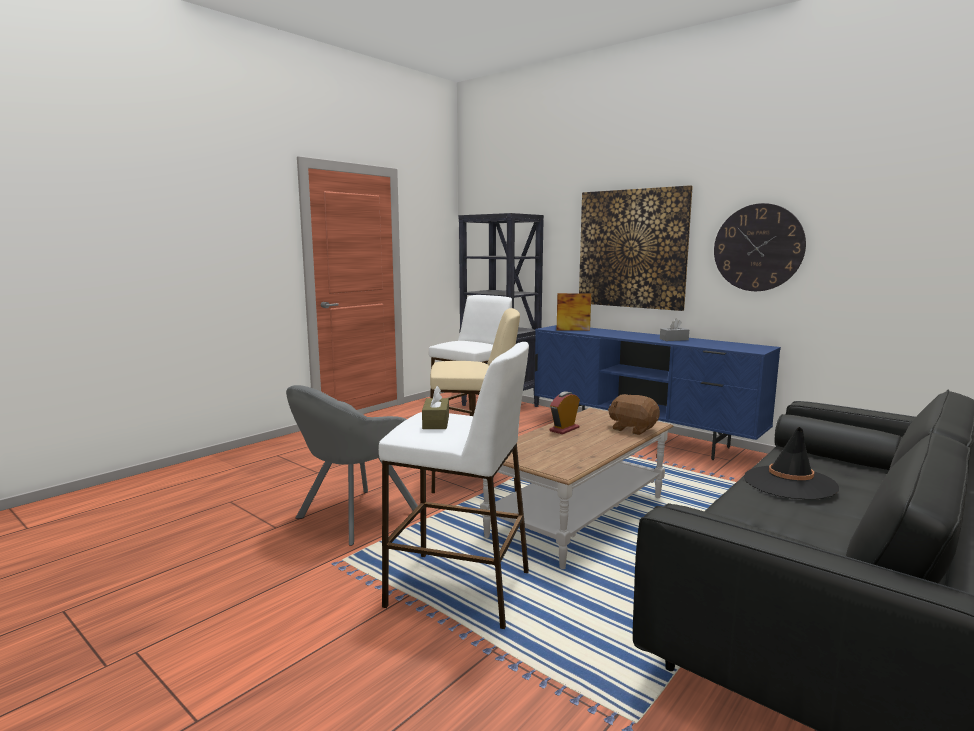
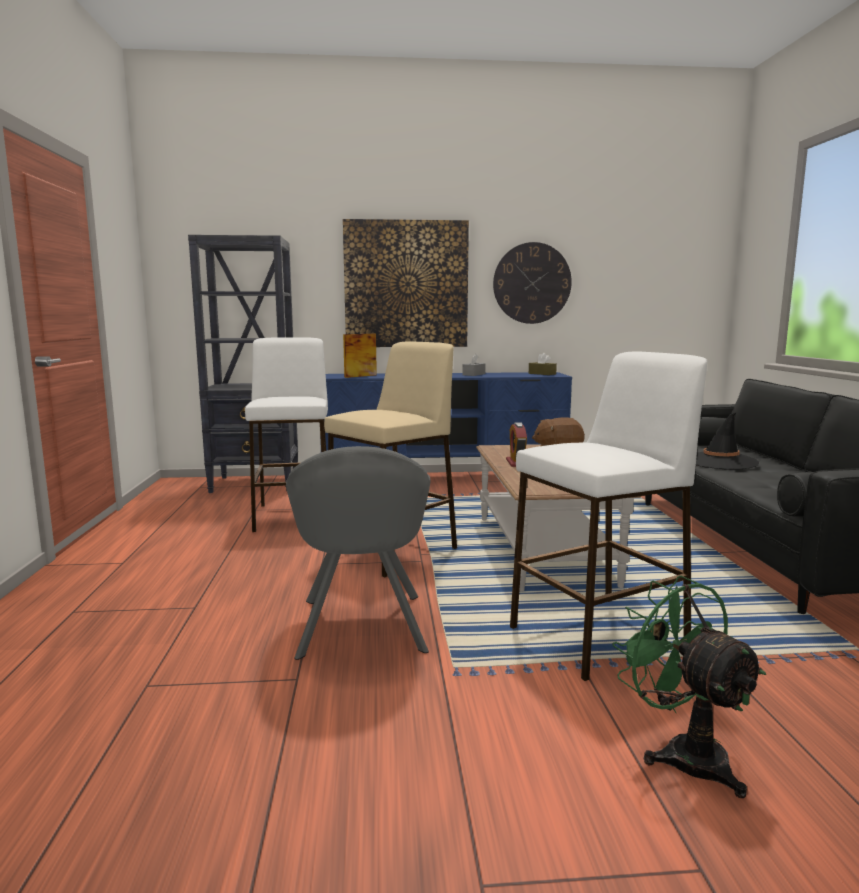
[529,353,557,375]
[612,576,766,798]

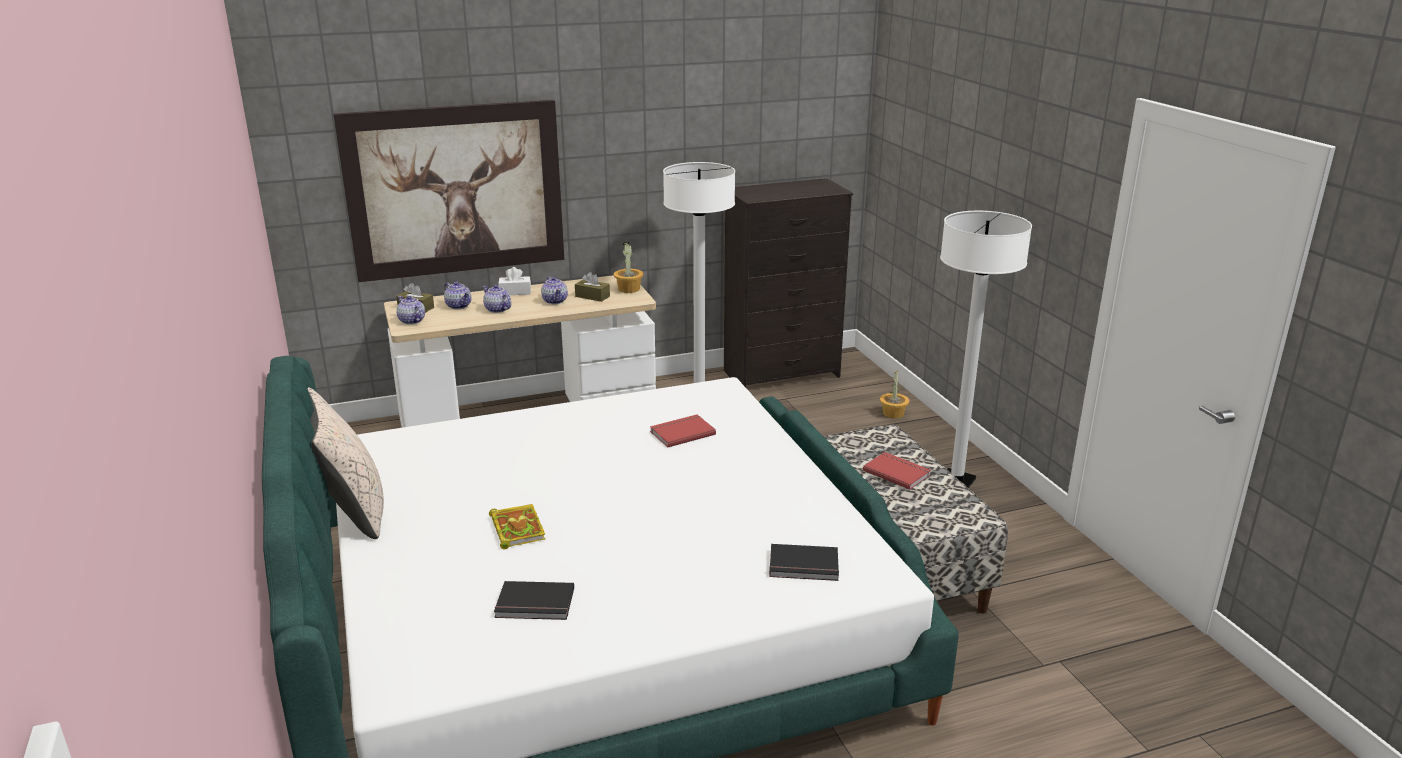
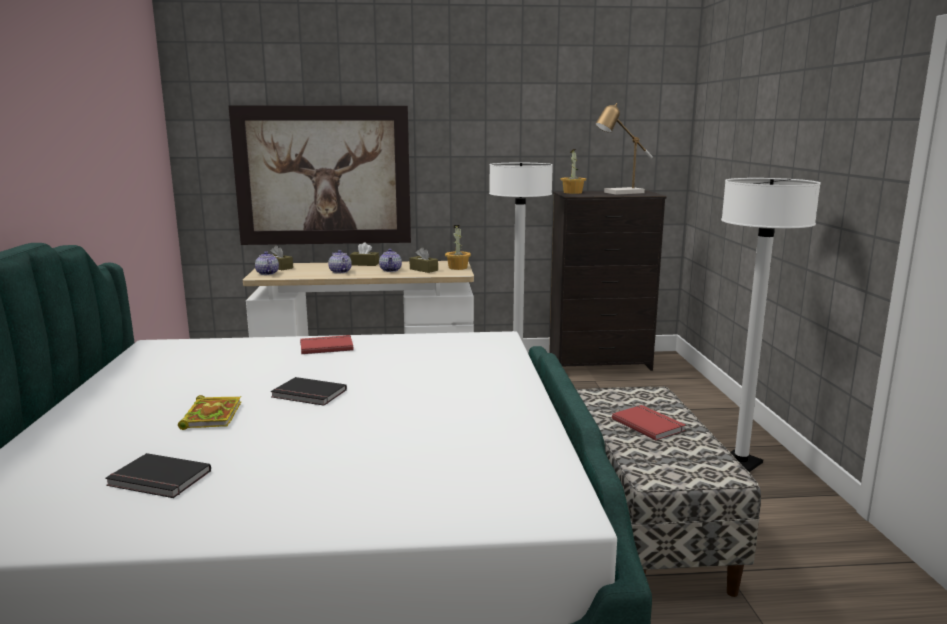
[350,242,379,266]
[444,282,471,309] (first image)
[561,149,586,194]
[307,387,384,539] (first image)
[300,335,354,354]
[271,377,347,406]
[595,103,653,195]

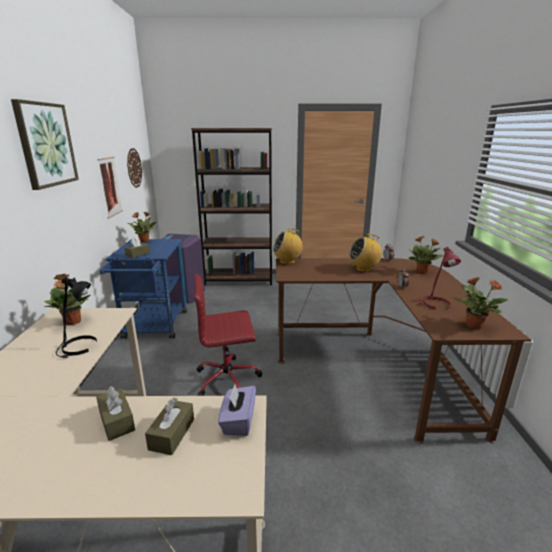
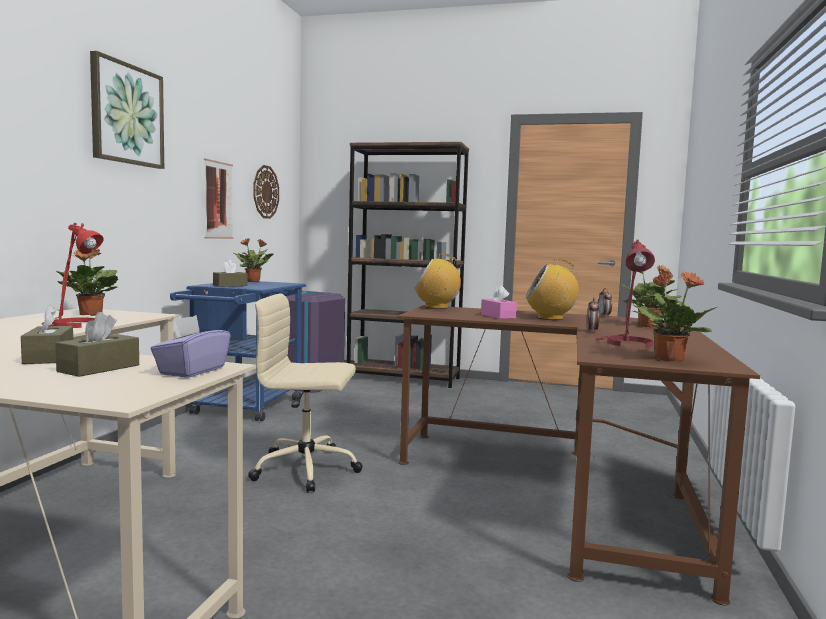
[248,293,363,493]
[41,223,103,328]
[481,285,517,319]

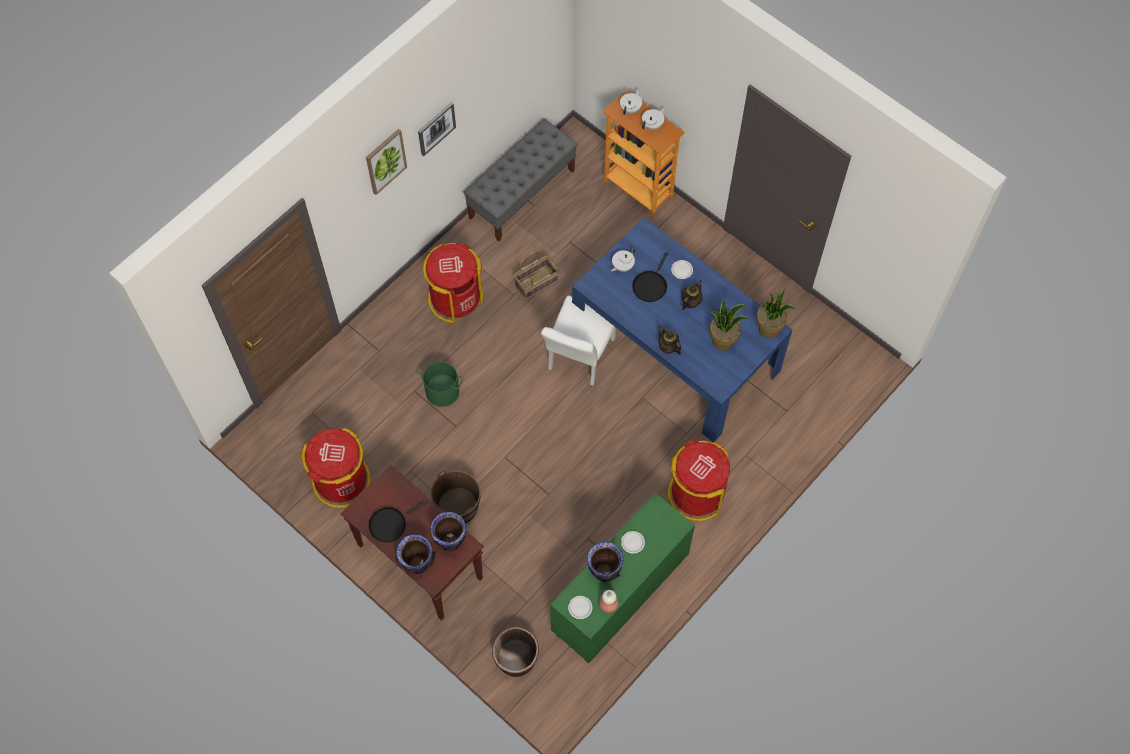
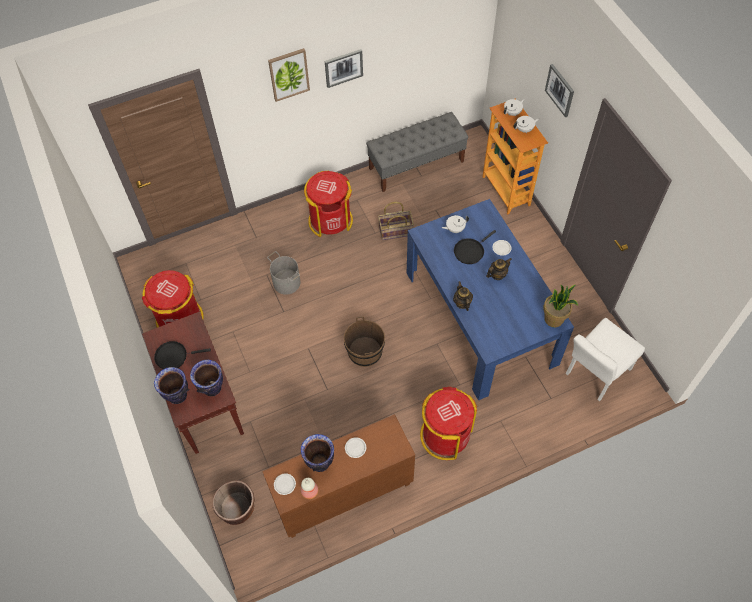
[566,318,645,401]
[710,301,748,351] (first image)
[267,251,301,295]
[344,316,385,367]
[262,414,415,538]
[545,64,574,117]

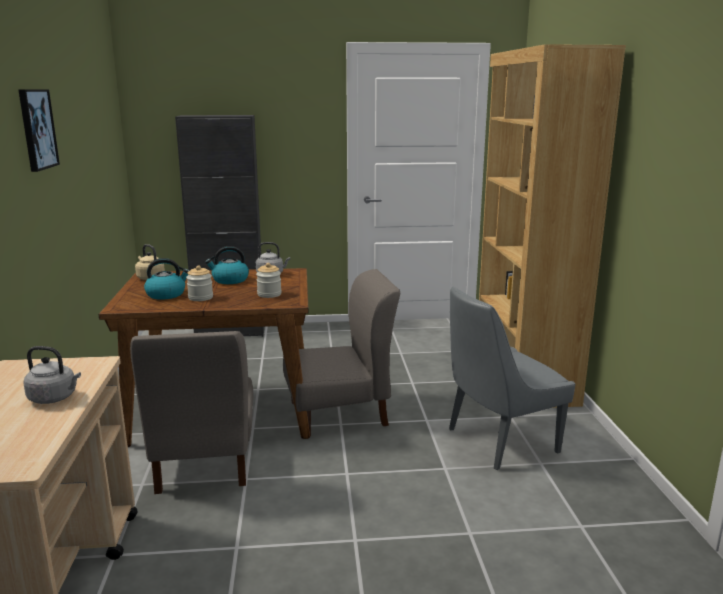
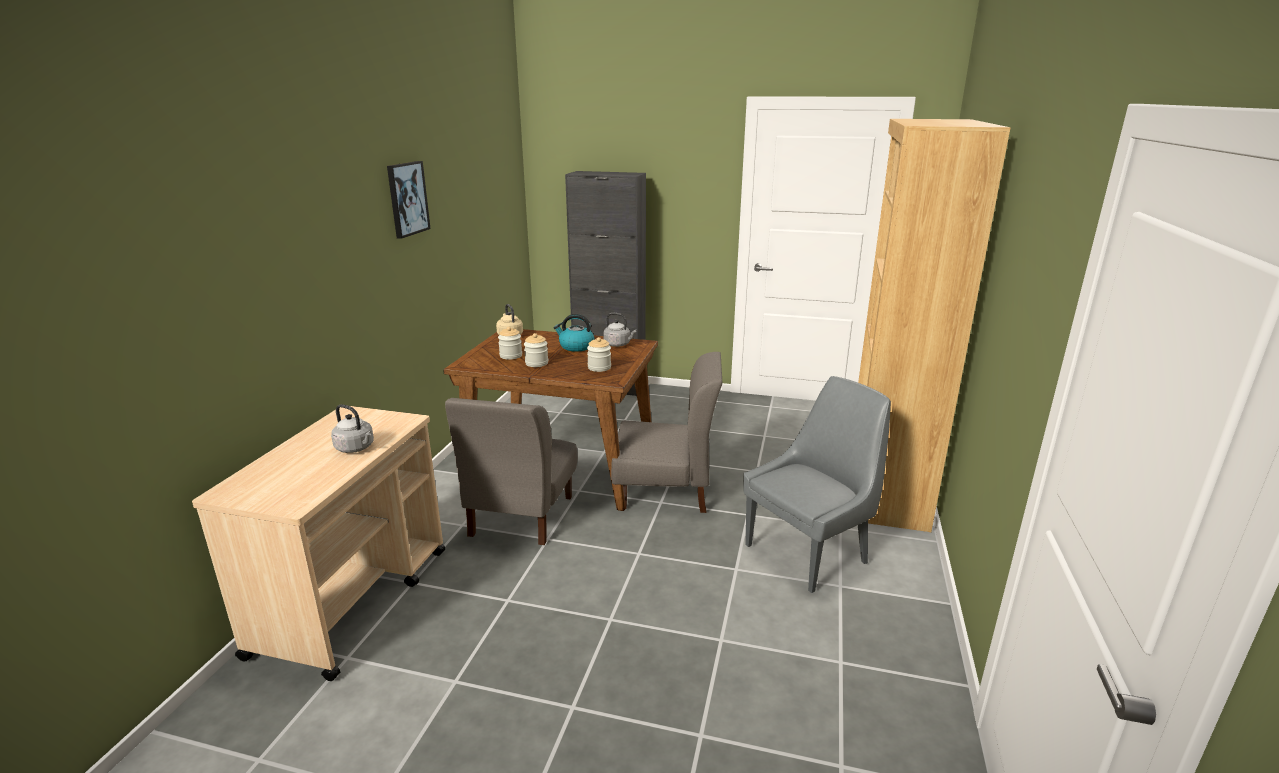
[498,327,522,360]
[743,376,891,593]

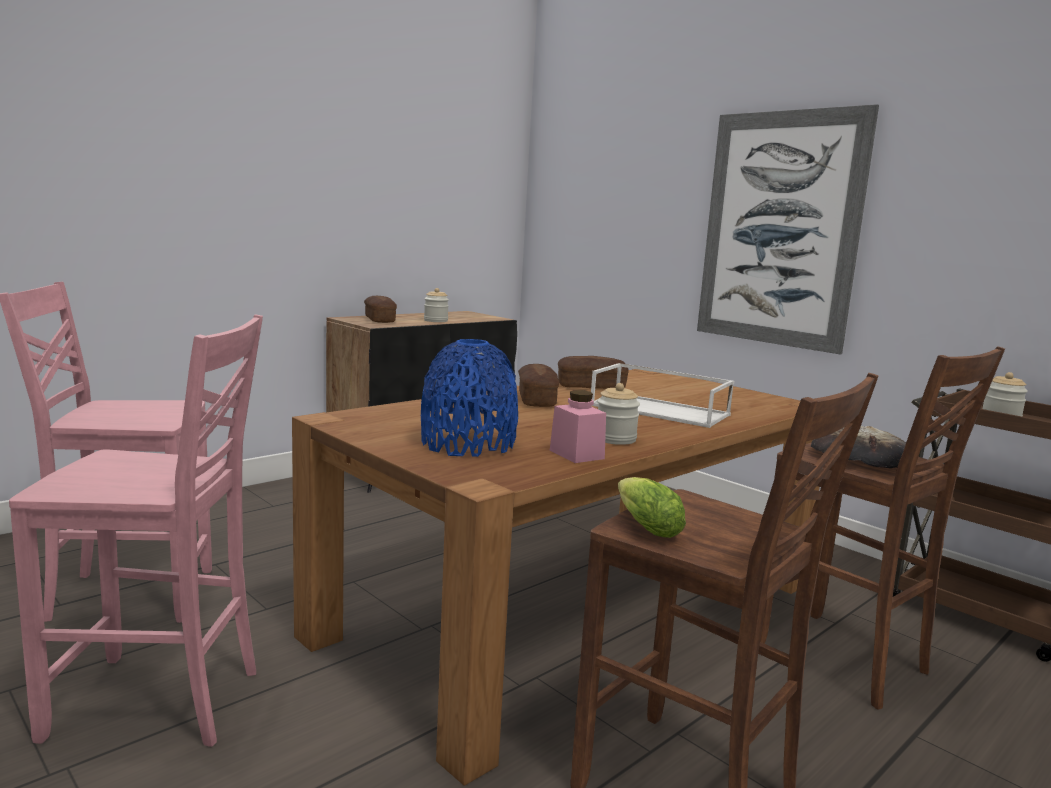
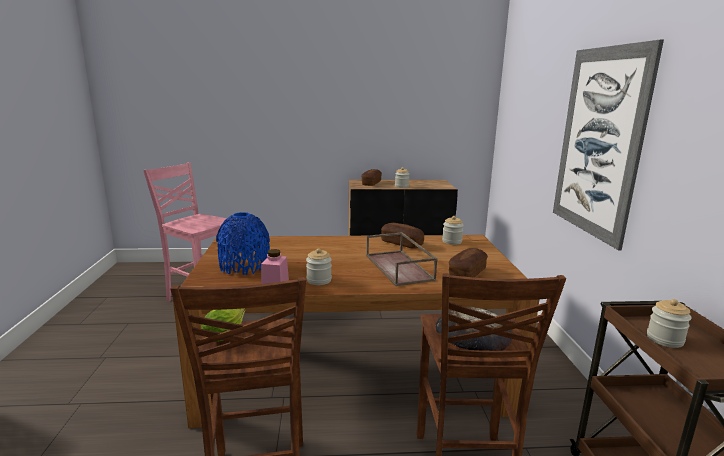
[9,314,263,747] (first image)
[366,232,438,286]
[449,248,488,277]
[442,216,464,245]

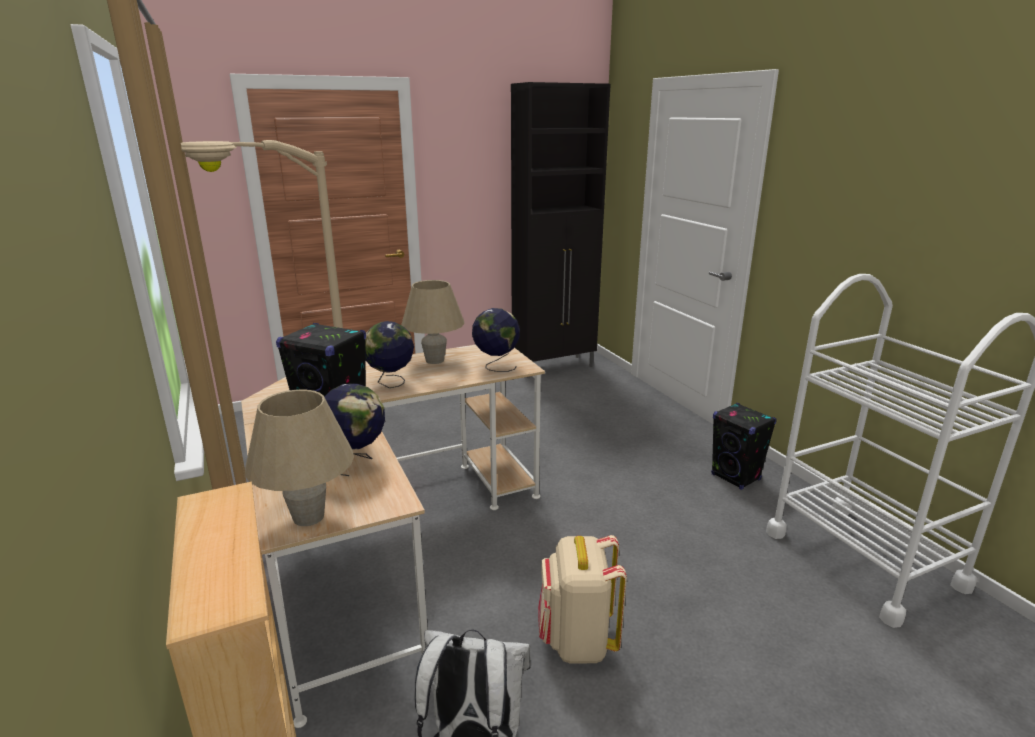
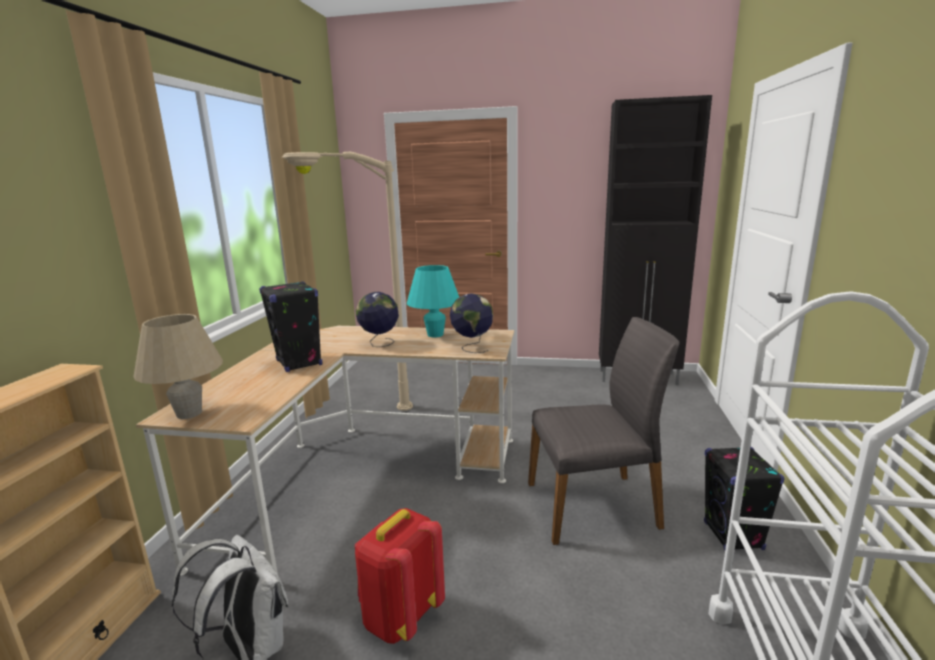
[407,265,459,337]
[325,383,385,476] (first image)
[355,508,445,644]
[528,317,679,545]

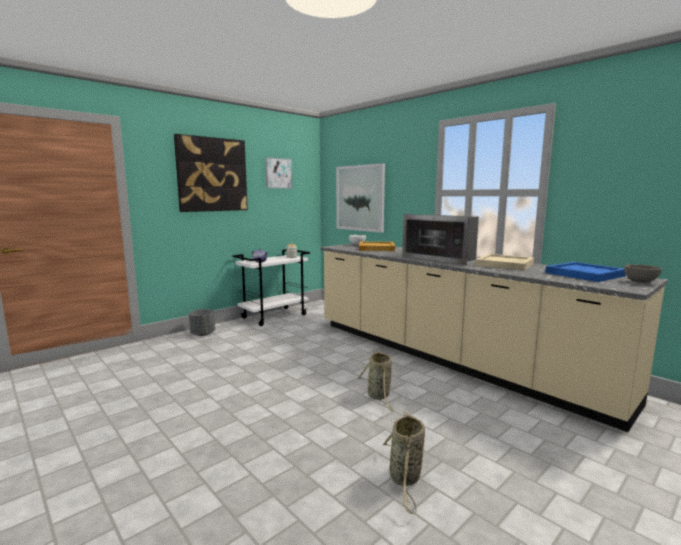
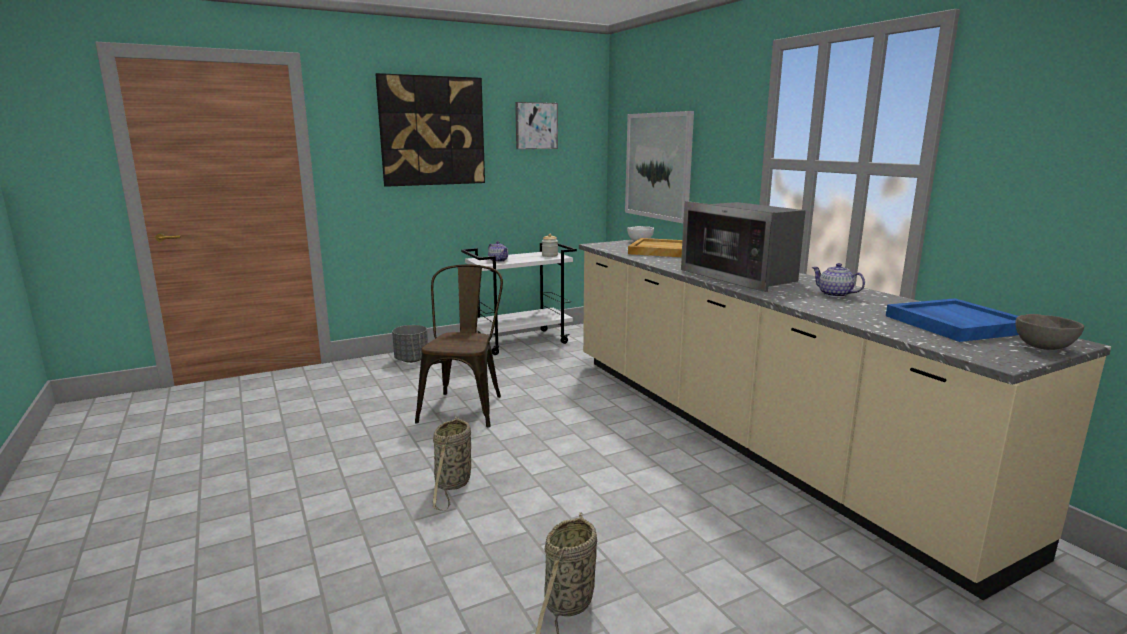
[812,263,865,297]
[433,416,471,511]
[415,264,503,428]

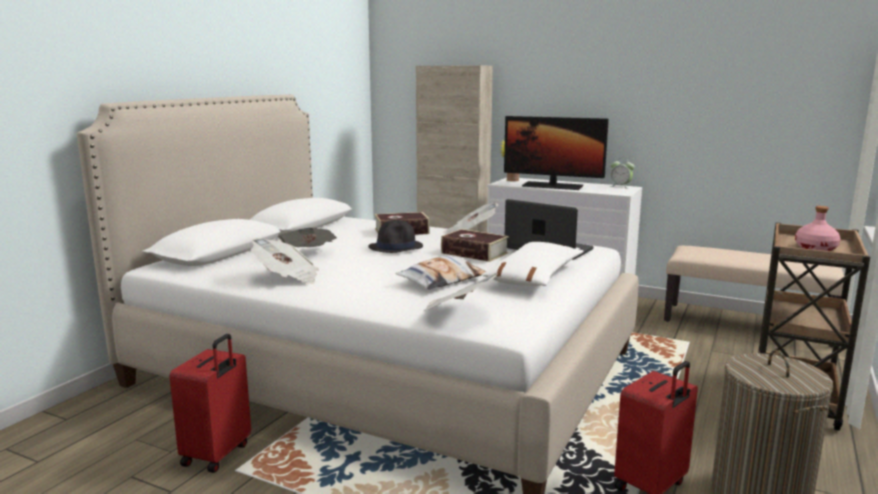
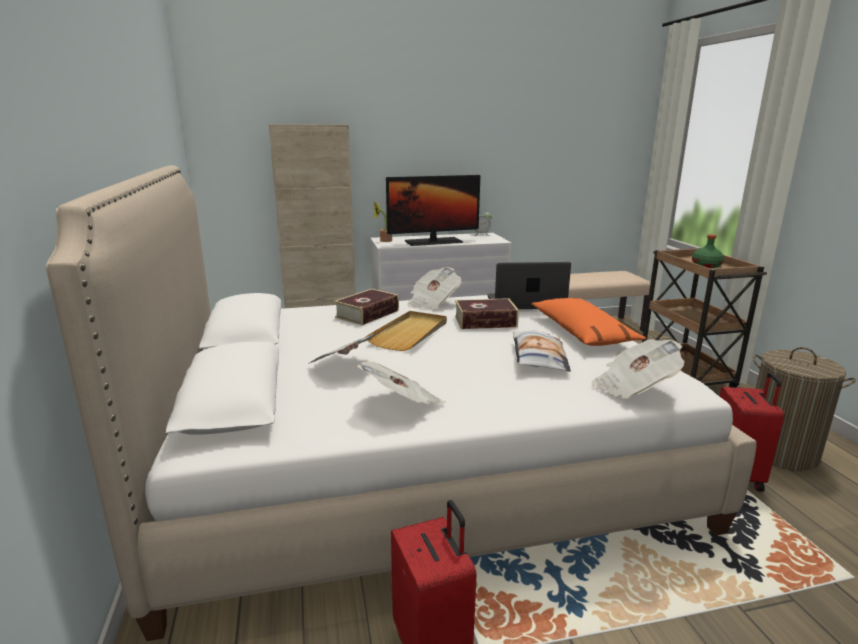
[692,234,724,268]
[365,311,447,351]
[531,298,646,346]

